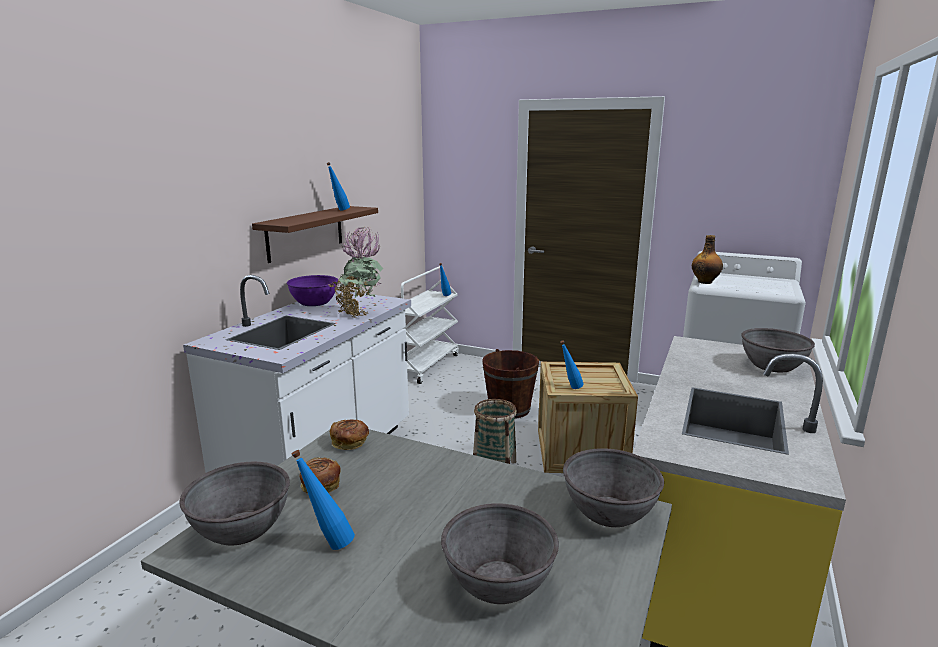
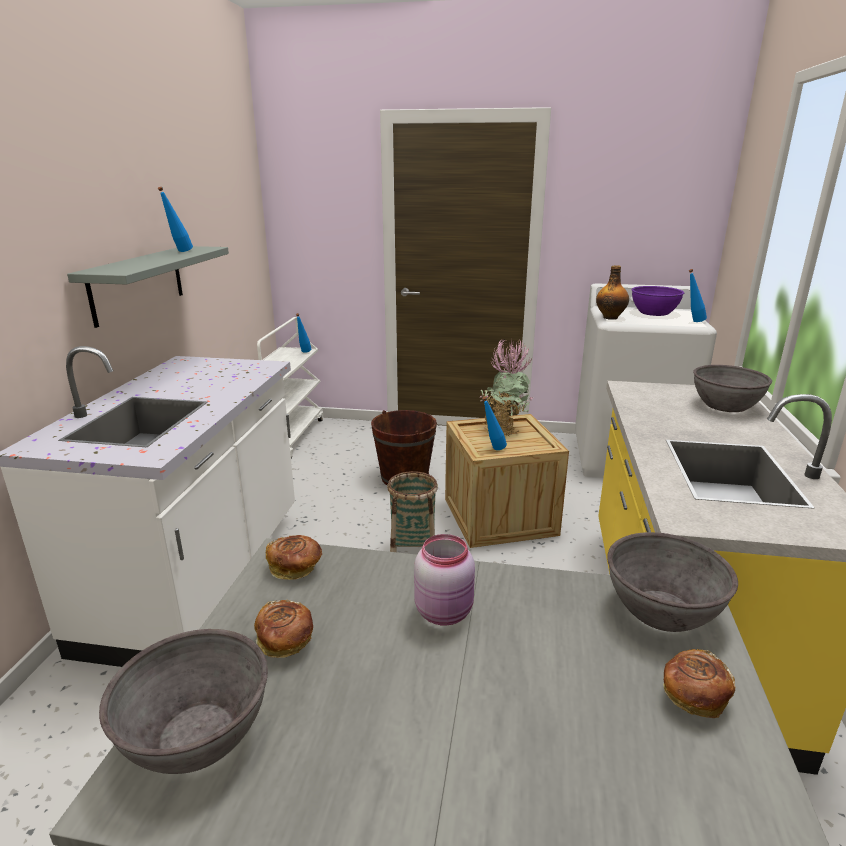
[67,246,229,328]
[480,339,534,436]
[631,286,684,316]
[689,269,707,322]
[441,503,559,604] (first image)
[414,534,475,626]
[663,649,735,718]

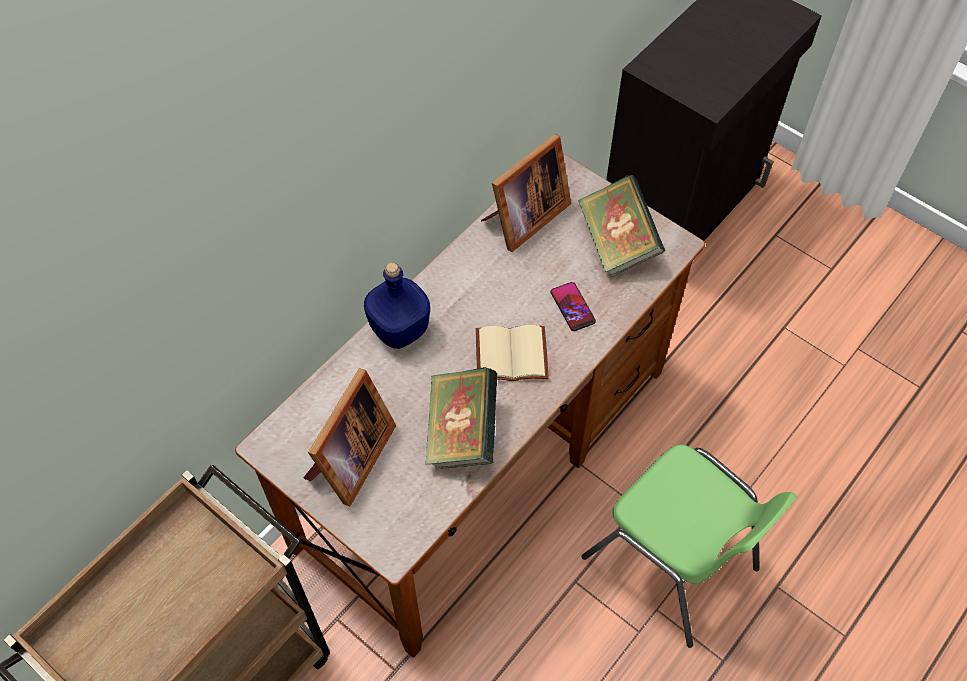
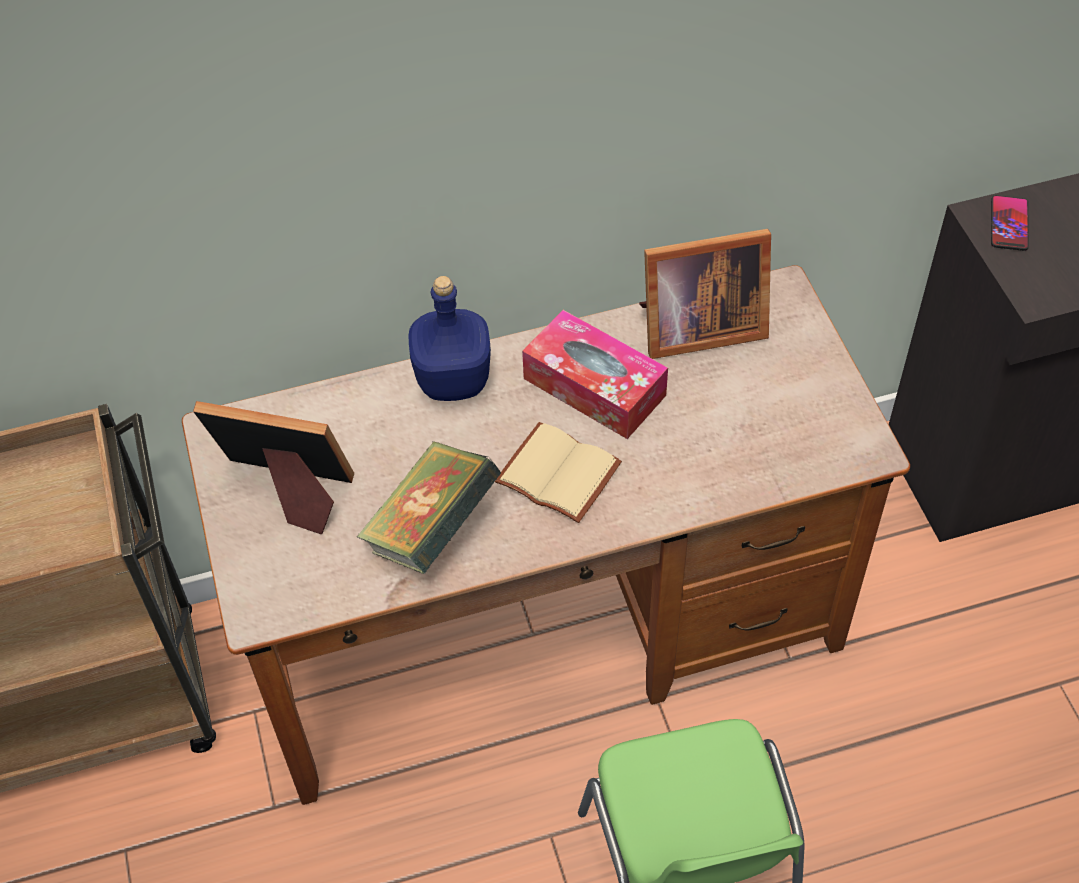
[578,174,665,277] (first image)
[991,195,1029,251]
[193,401,354,534]
[522,310,668,439]

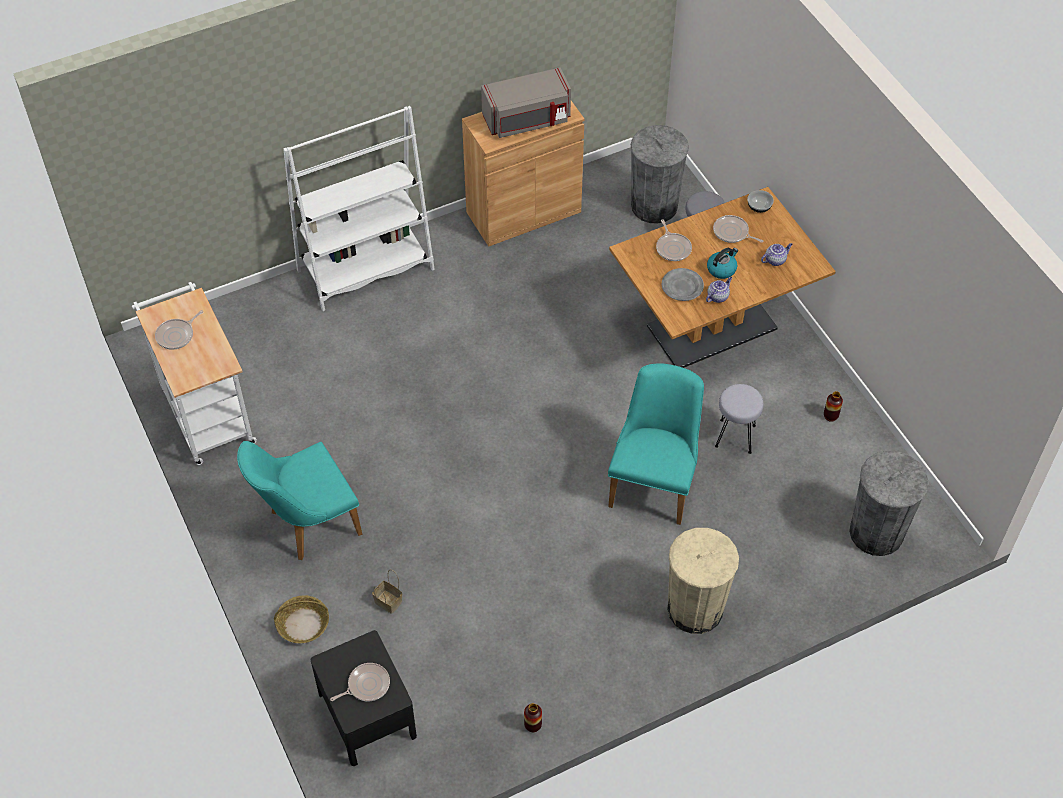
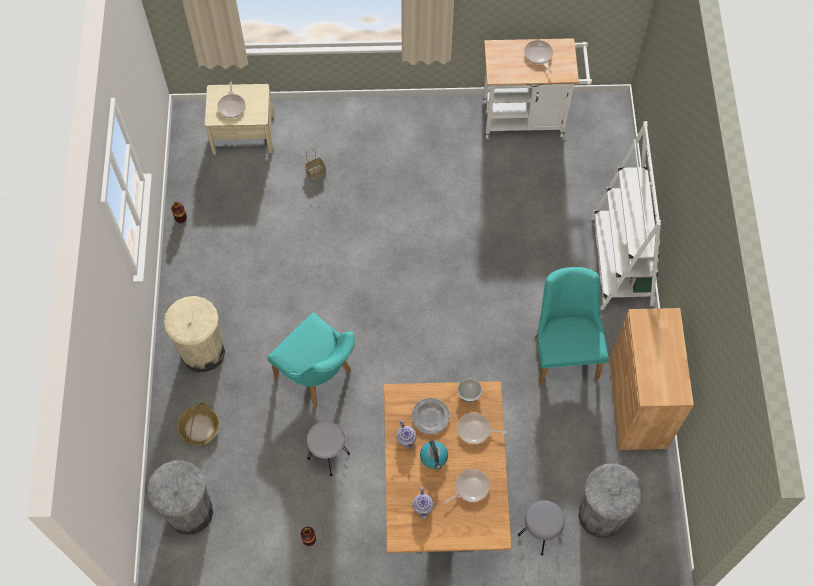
[481,67,571,138] (first image)
[457,379,482,402]
[535,267,609,385]
[177,402,220,445]
[205,84,274,155]

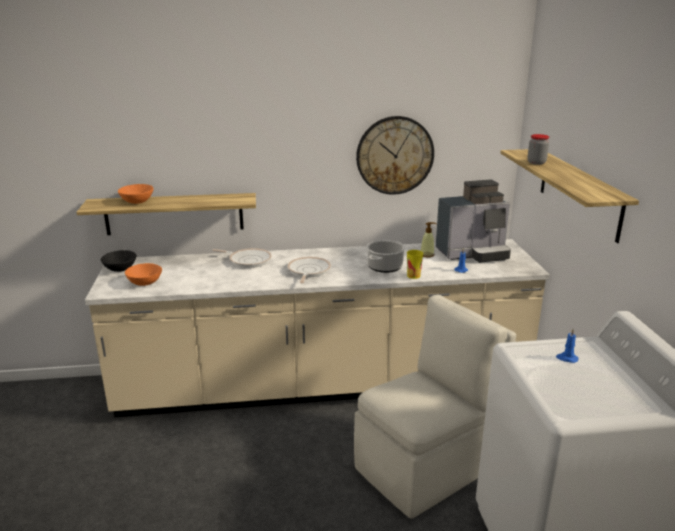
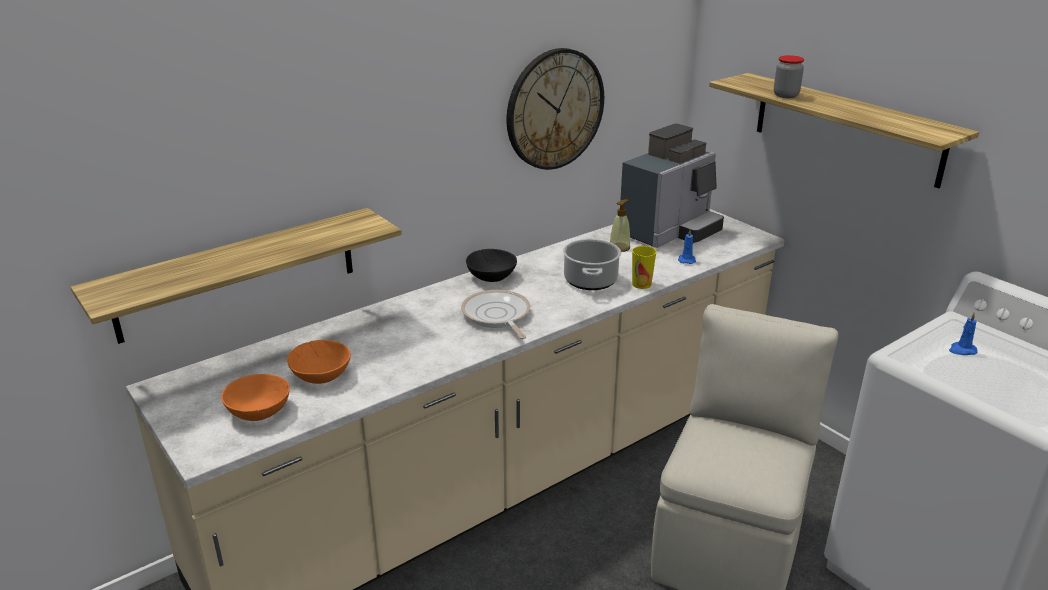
[287,340,351,384]
[213,248,272,268] (first image)
[466,249,517,282]

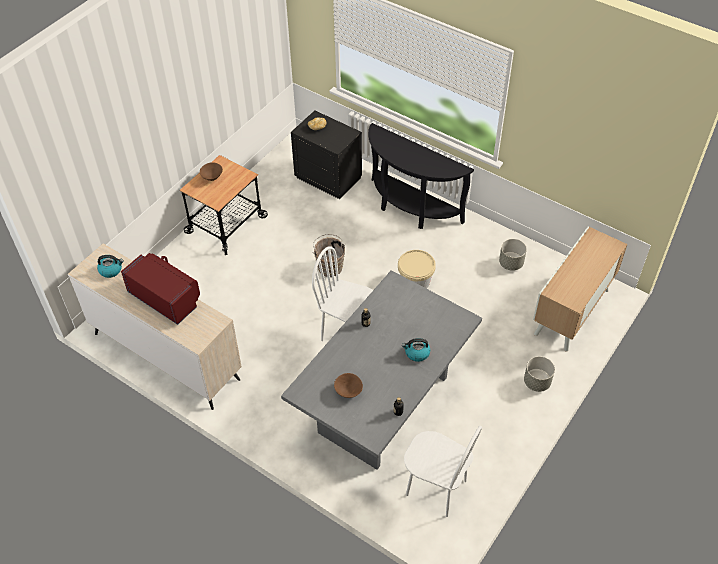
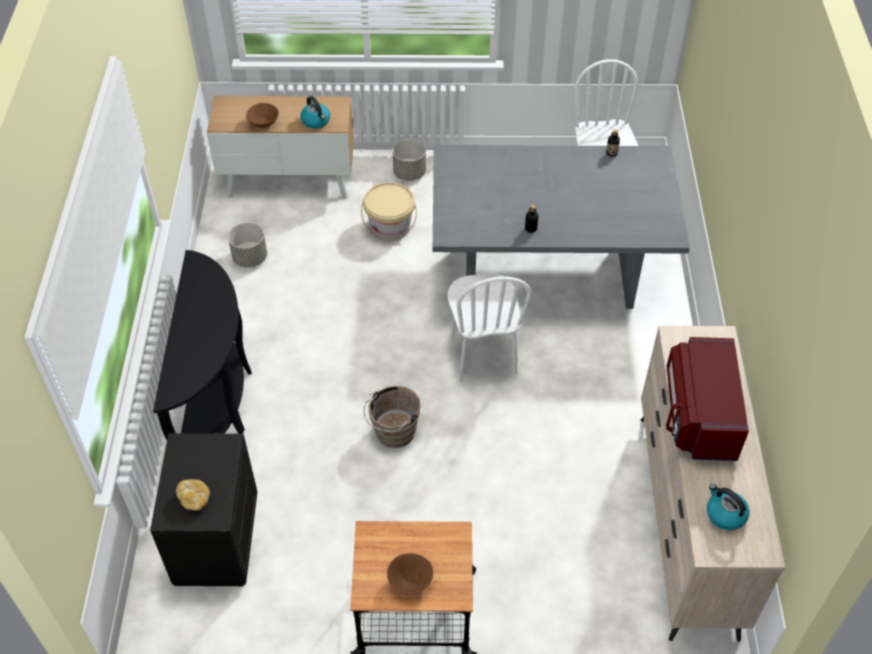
[361,182,417,241]
[300,96,330,129]
[246,103,279,128]

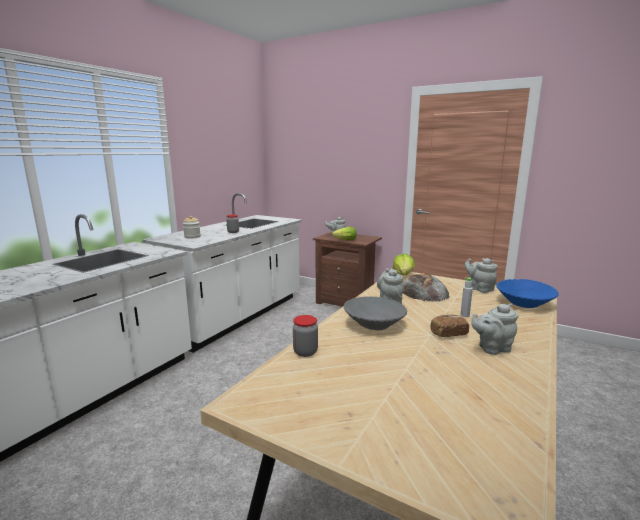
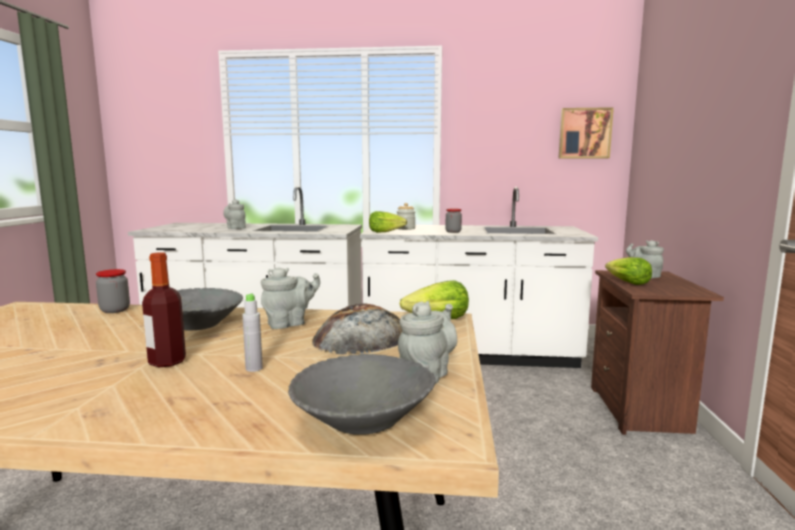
[288,354,436,435]
[223,199,246,229]
[142,252,186,367]
[559,107,614,158]
[369,211,407,233]

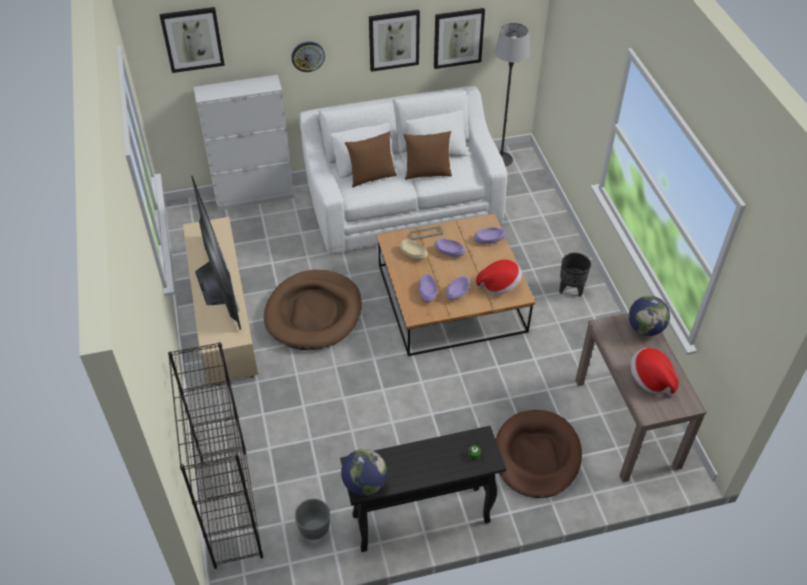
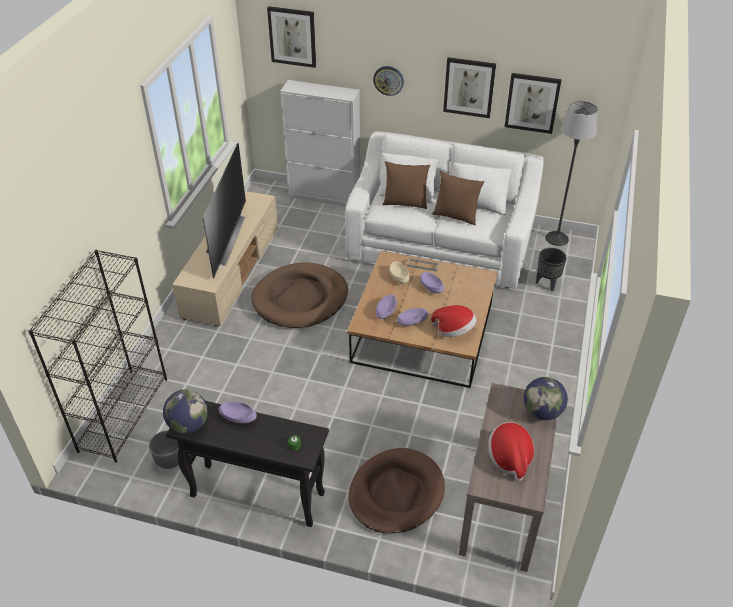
[219,401,257,423]
[536,248,567,292]

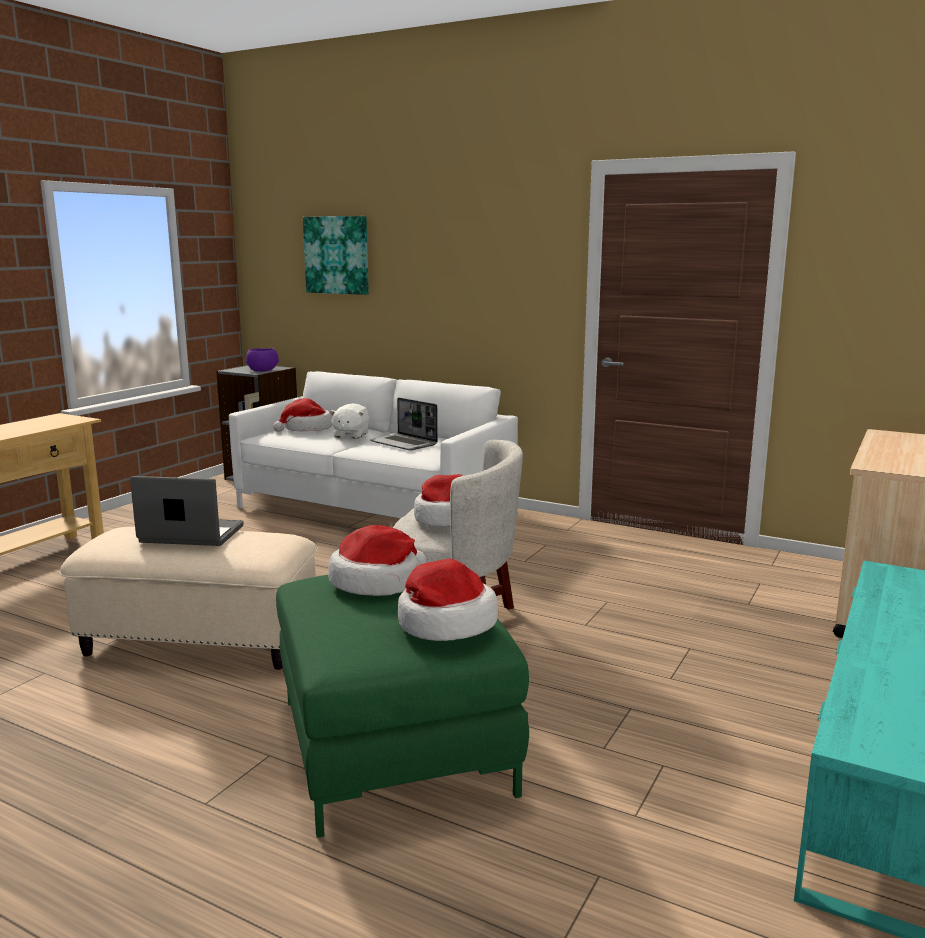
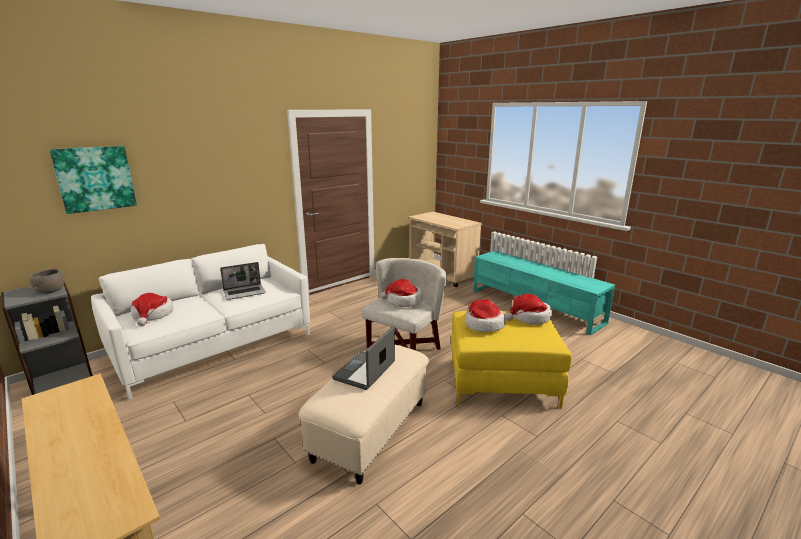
[29,269,65,294]
[329,403,370,439] (first image)
[451,311,572,409]

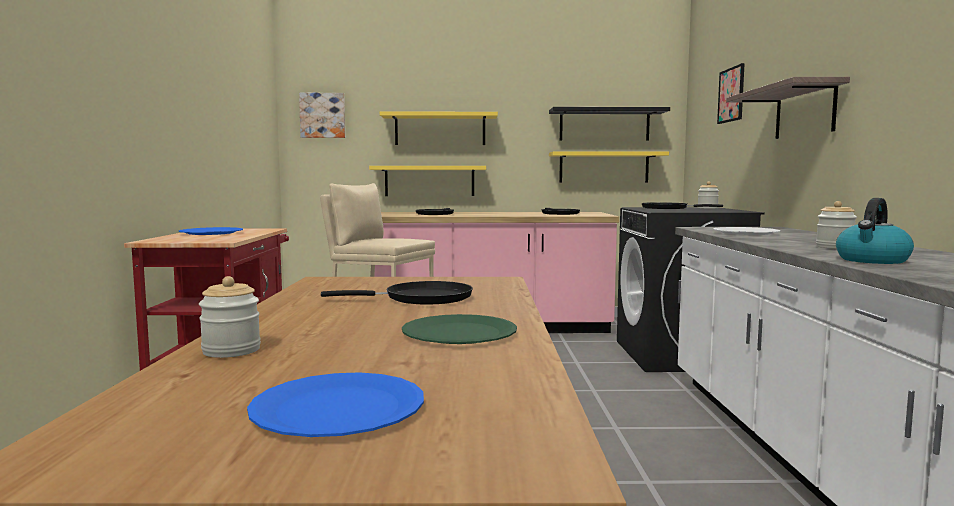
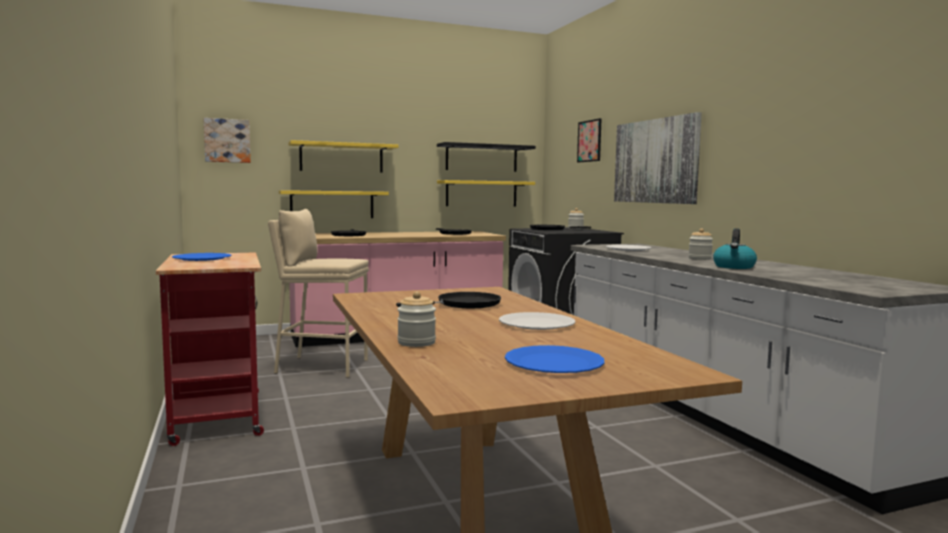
[614,112,702,204]
[499,312,576,330]

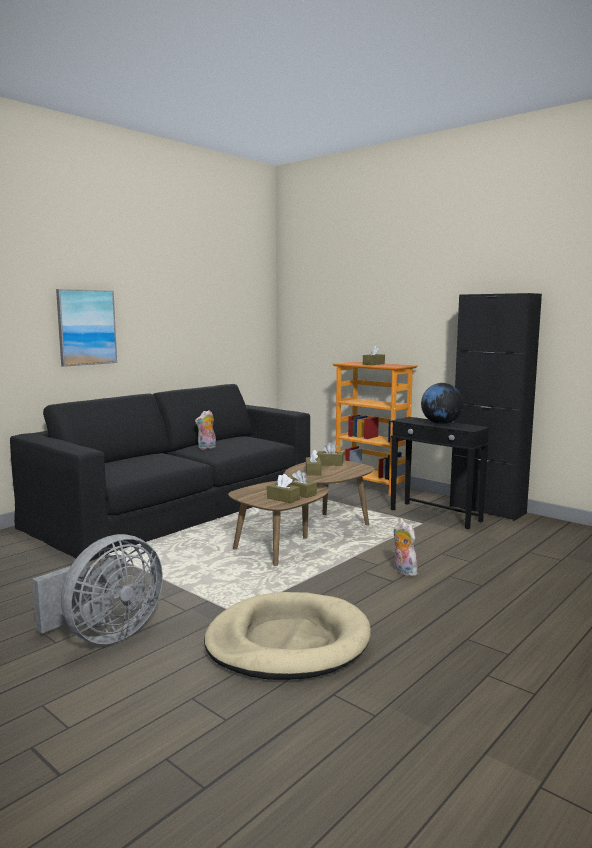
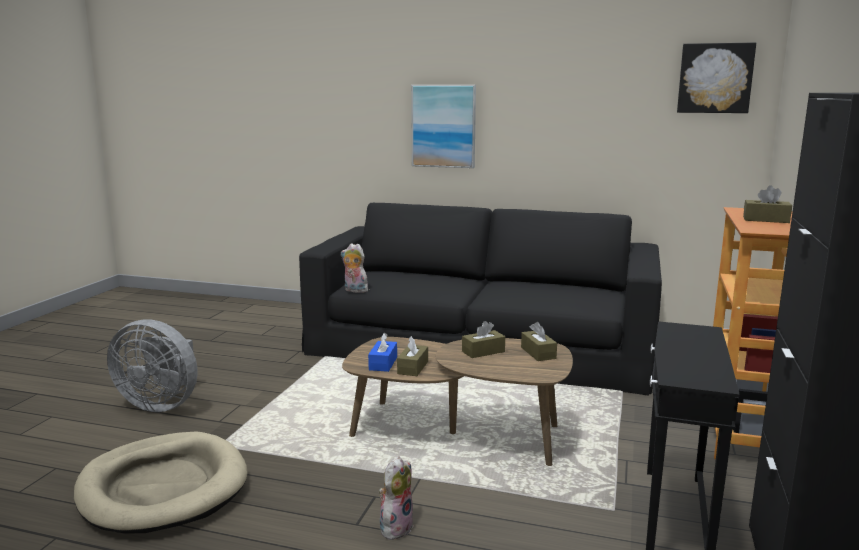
[421,383,463,424] (first image)
[341,243,368,293]
[368,333,397,372]
[677,42,756,113]

